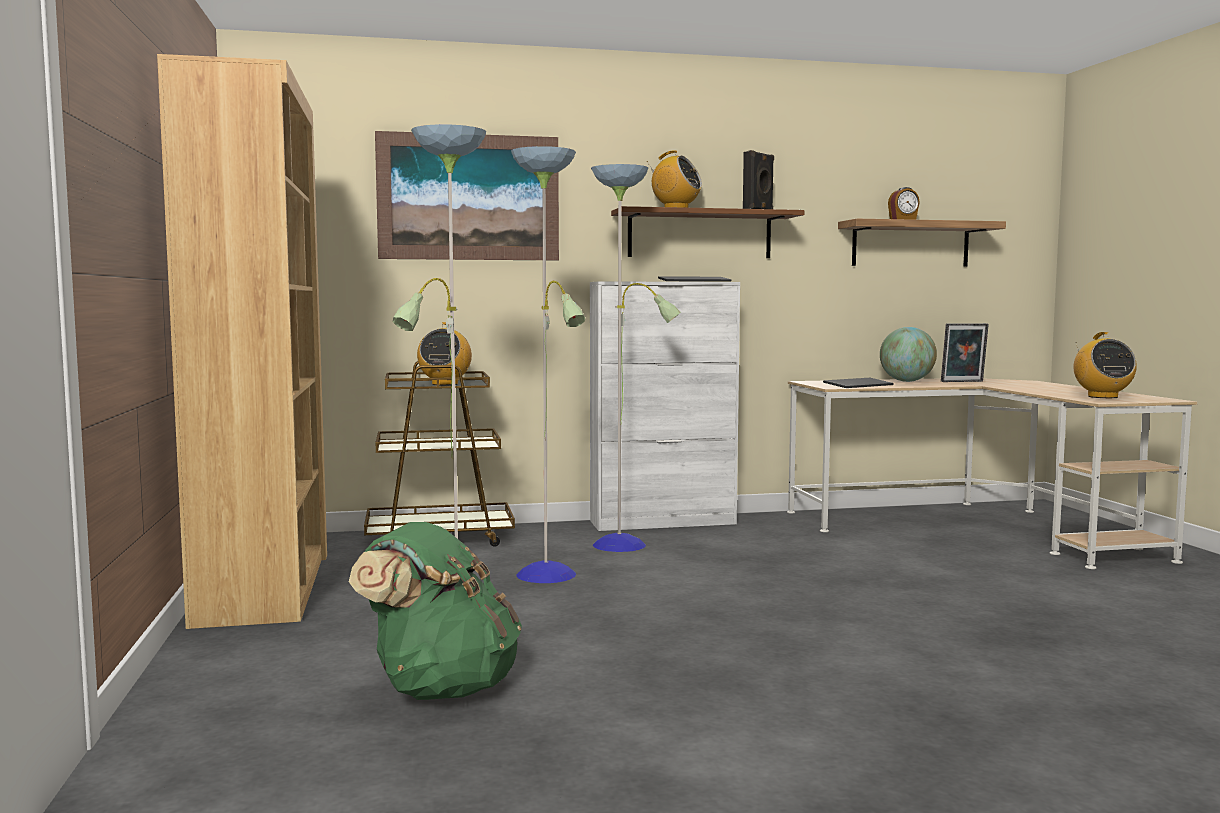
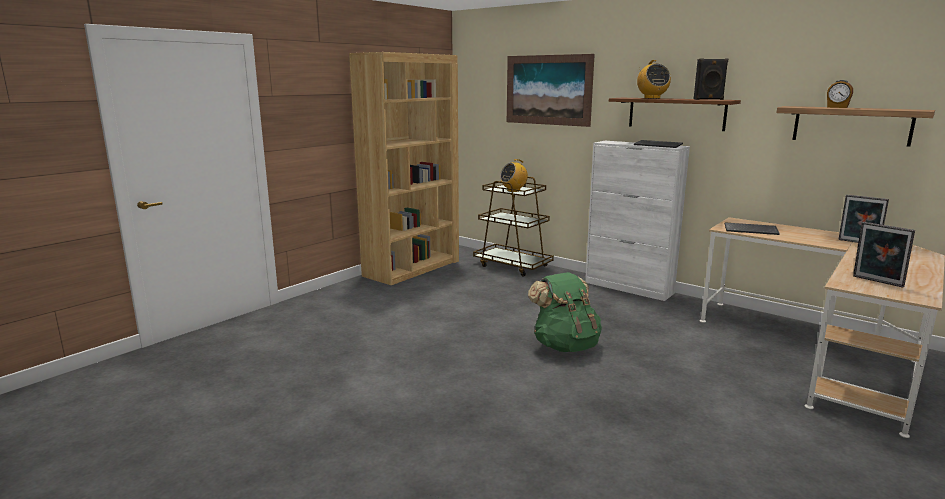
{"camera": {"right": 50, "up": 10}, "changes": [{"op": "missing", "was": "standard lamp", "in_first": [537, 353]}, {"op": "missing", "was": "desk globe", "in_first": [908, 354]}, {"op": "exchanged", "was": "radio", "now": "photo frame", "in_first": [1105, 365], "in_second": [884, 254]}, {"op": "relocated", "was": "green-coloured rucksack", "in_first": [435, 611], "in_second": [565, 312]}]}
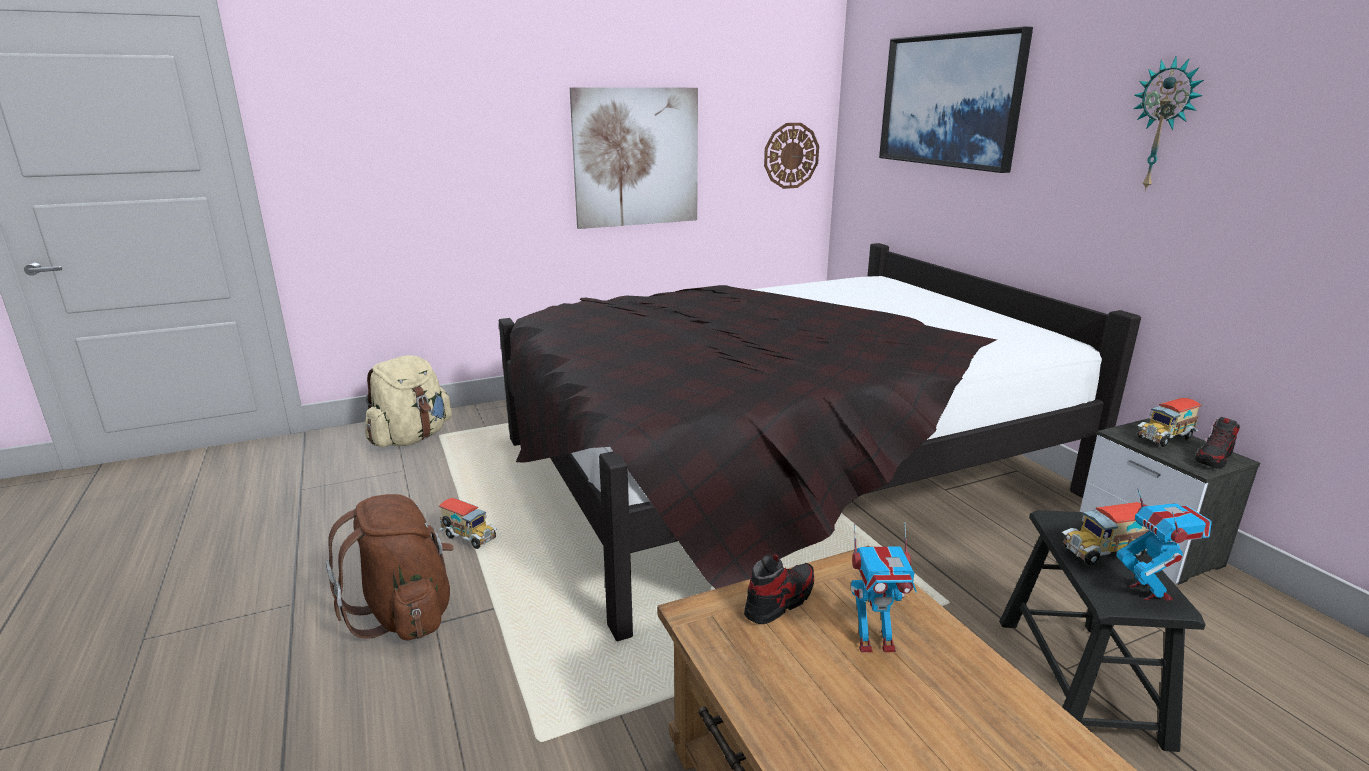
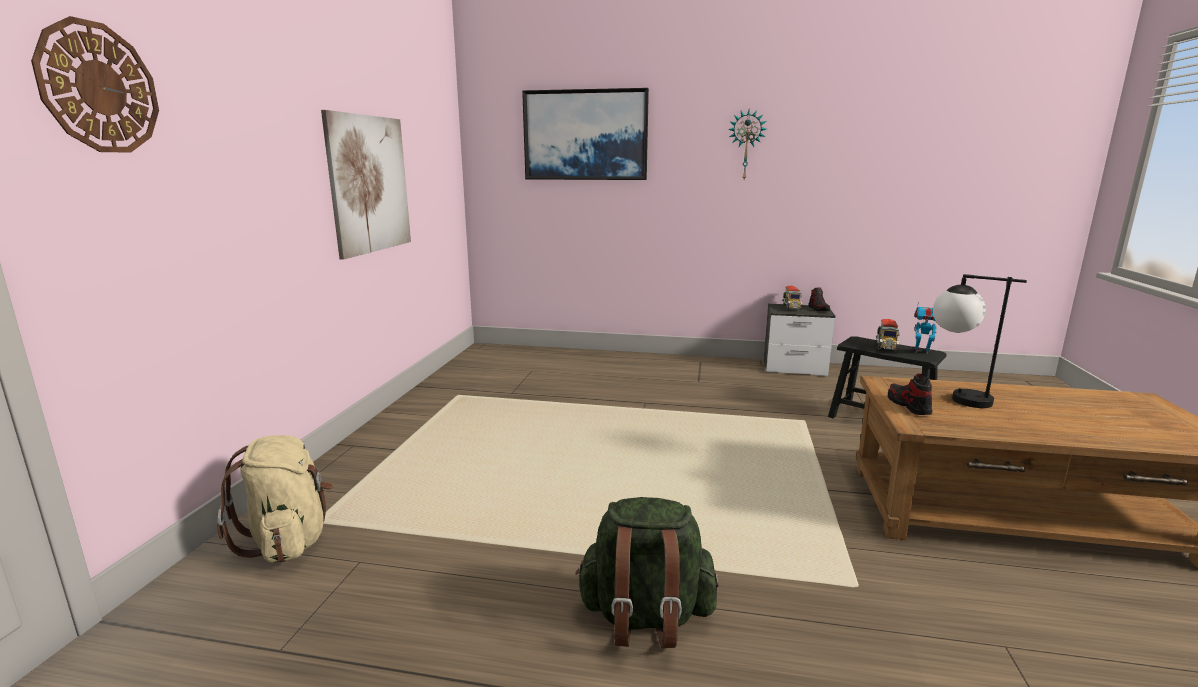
{"camera": {"right": -55, "up": -5}, "changes": [{"op": "relocated", "was": "hanging clock", "in_first": [791, 156], "in_second": [95, 84]}, {"op": "missing", "was": "black sleeping bed", "in_first": [820, 442]}, {"op": "colour", "was": "brown-coloured rucksack", "now": "green-coloured rucksack", "in_first": [390, 567], "in_second": [647, 572]}, {"op": "missing", "was": "toy truck", "in_first": [468, 523]}, {"op": "exchanged", "was": "model robot", "now": "lamp for a table", "in_first": [884, 587], "in_second": [980, 341]}]}
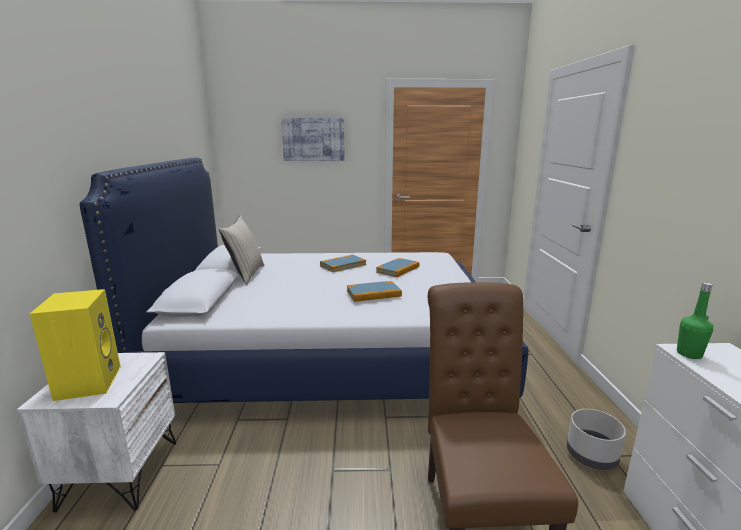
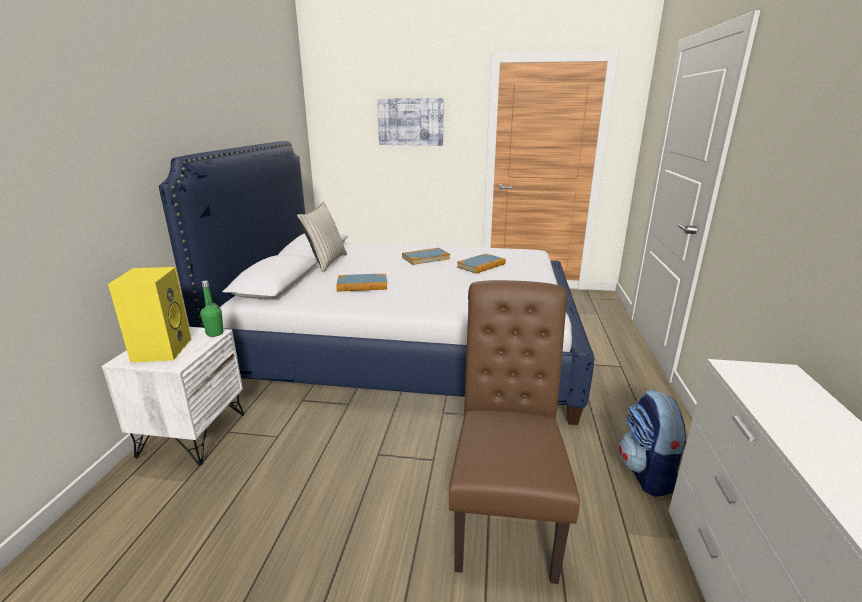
{"camera": {"right": 10, "up": 5}, "changes": [{"op": "relocated", "was": "book", "in_first": [374, 291], "in_second": [361, 283]}, {"op": "relocated", "was": "green-coloured drink bottle", "in_first": [695, 320], "in_second": [211, 308]}, {"op": "exchanged", "was": "gray plant pot", "now": "rucksack", "in_first": [596, 439], "in_second": [652, 443]}]}
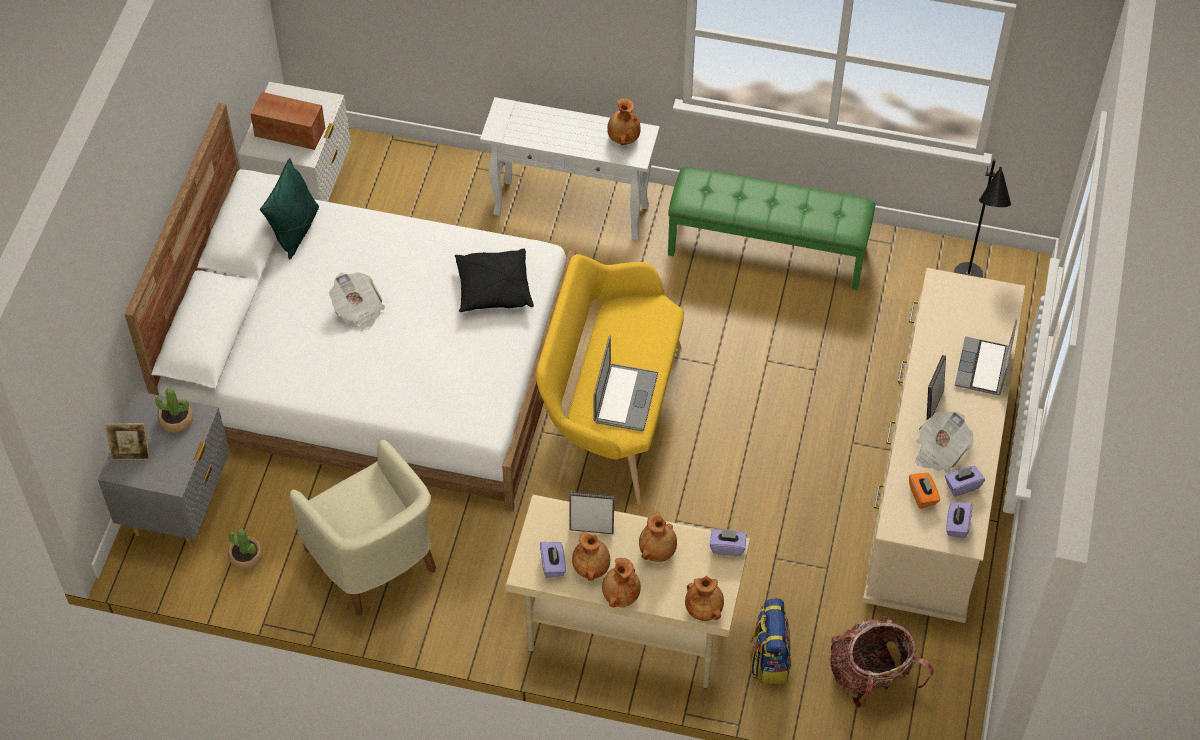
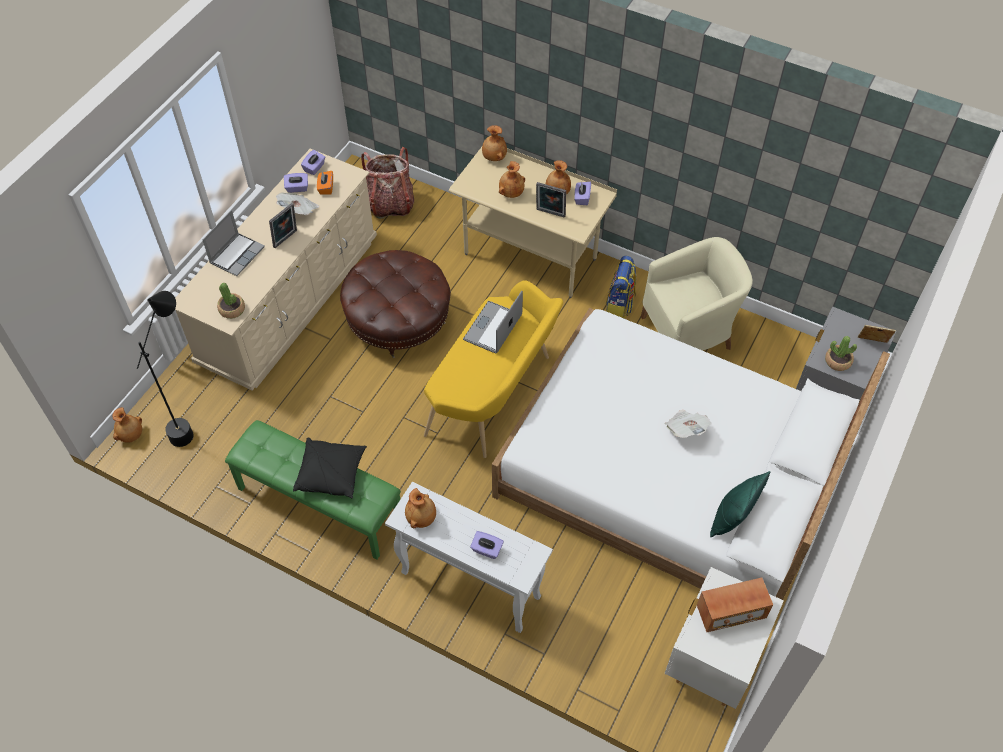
{"camera": {"right": -165, "up": 0}, "changes": [{"op": "spun", "was": "radio", "in_first": [287, 121], "in_second": [735, 605], "clockwise": -45}, {"op": "relocated", "was": "black pillow", "in_first": [494, 280], "in_second": [330, 468]}, {"op": "spun", "was": "beige-coloured lounge chair", "in_first": [363, 528], "in_second": [697, 294], "clockwise": 90}, {"op": "relocated", "was": "houseplant", "in_first": [245, 549], "in_second": [231, 301]}, {"op": "relocated", "was": "purple-coloured box of tissues", "in_first": [728, 542], "in_second": [487, 545]}, {"op": "relocated", "was": "brown-coloured decorative vase", "in_first": [621, 583], "in_second": [127, 425]}, {"op": "relocated", "was": "rucksack", "in_first": [771, 641], "in_second": [621, 287]}, {"op": "appeared", "now": "brown-coloured footrest", "in_second": [395, 304]}]}
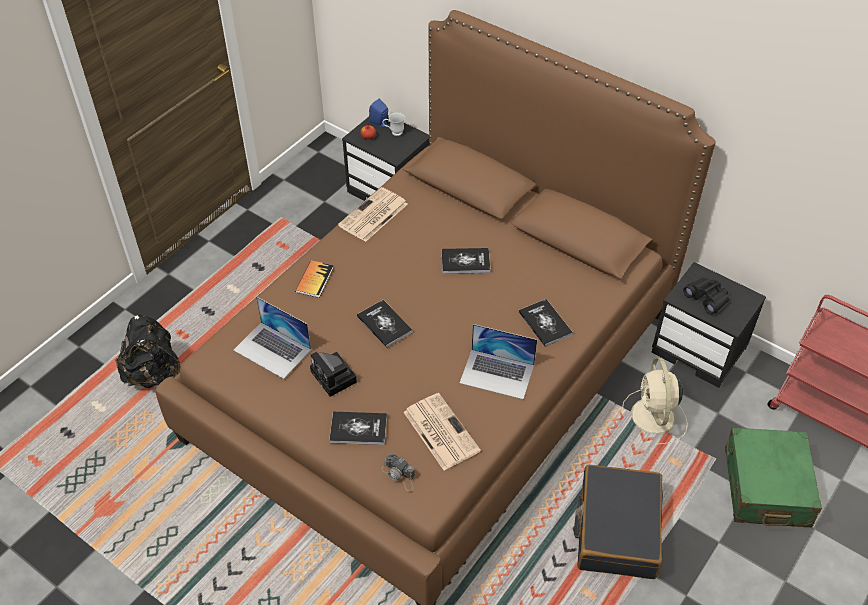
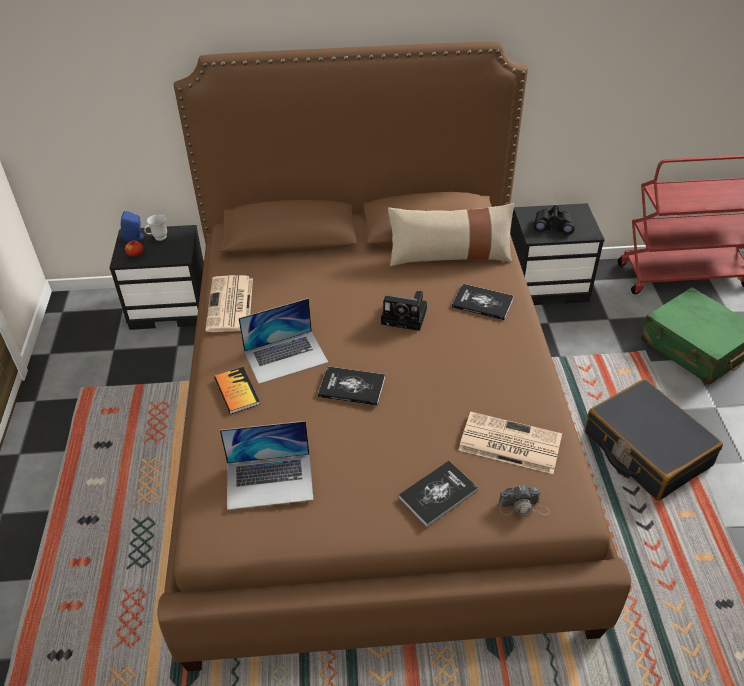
{"camera": {"right": -40, "up": -5}, "changes": [{"op": "missing", "was": "book", "in_first": [465, 261]}, {"op": "missing", "was": "black rucksack", "in_first": [148, 351]}, {"op": "relocated", "was": "laptop", "in_first": [498, 361], "in_second": [283, 341]}, {"op": "relocated", "was": "photo camera", "in_first": [333, 374], "in_second": [404, 311]}, {"op": "missing", "was": "beige-coloured electric fan", "in_first": [654, 401]}, {"op": "appeared", "now": "beige-coloured pillow", "in_second": [451, 234]}]}
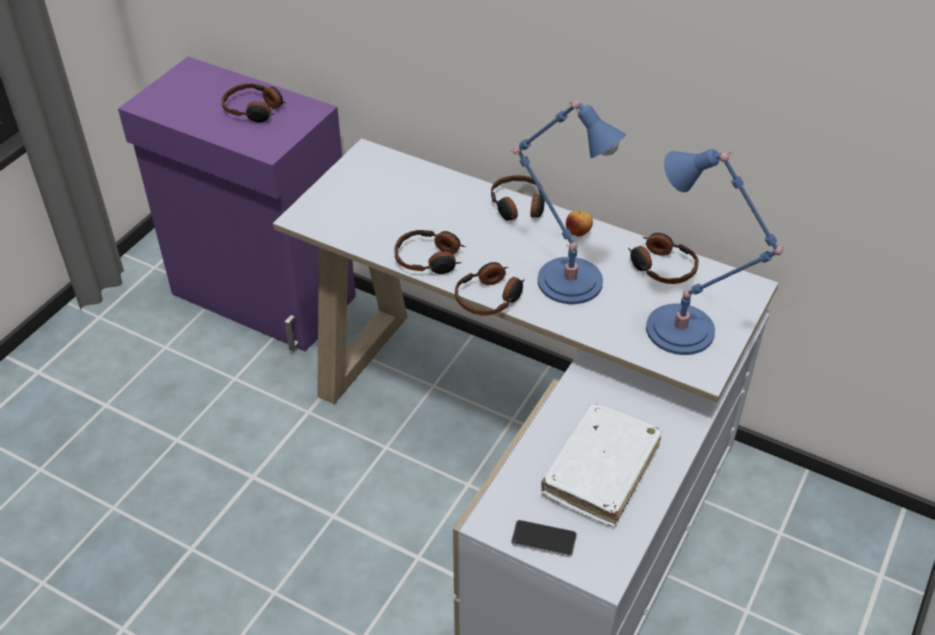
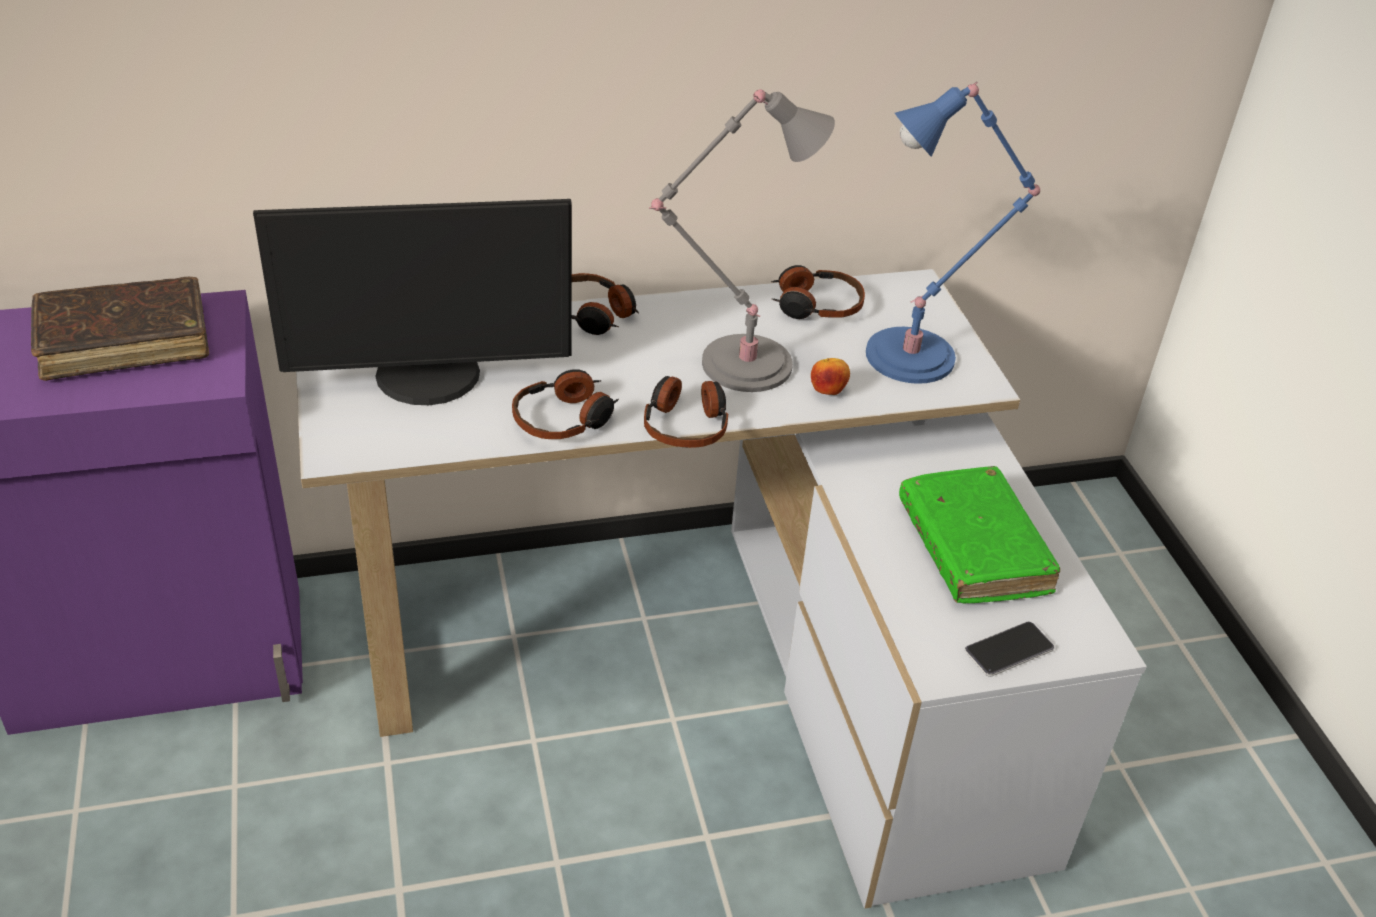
{"camera": {"right": -45, "up": -5}, "changes": [{"op": "exchanged", "was": "headset", "now": "brown-coloured book", "in_first": [254, 103], "in_second": [120, 329]}, {"op": "colour", "was": "bluish lamp for a table", "now": "gray lamp for a table", "in_first": [567, 201], "in_second": [742, 241]}, {"op": "relocated", "was": "apple", "in_first": [579, 224], "in_second": [830, 376]}, {"op": "colour", "was": "whitish book", "now": "green-coloured book", "in_first": [601, 465], "in_second": [979, 534]}, {"op": "appeared", "now": "computer display", "in_second": [412, 302]}]}
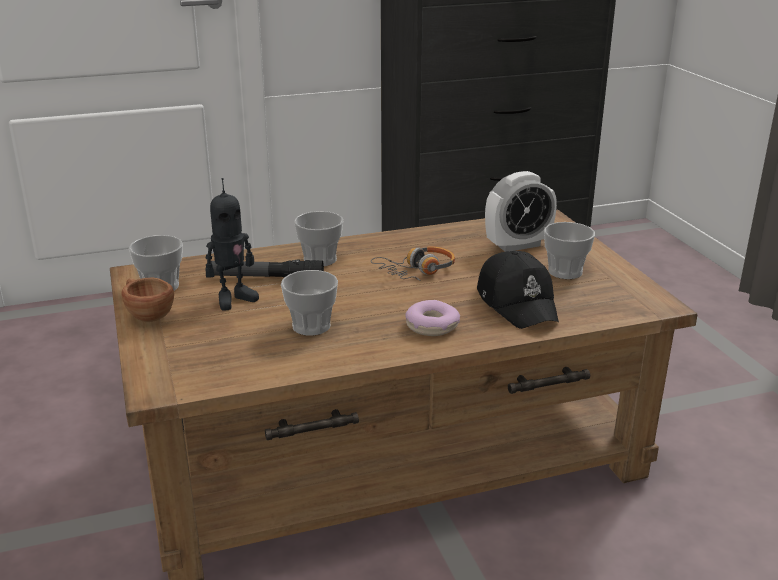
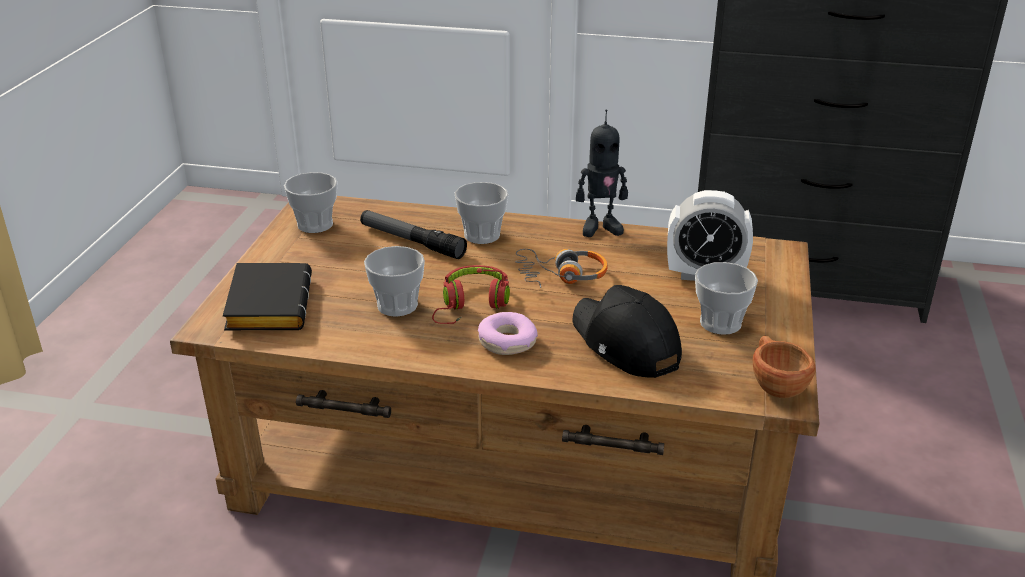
{"camera": {"right": 30, "up": 5}, "changes": [{"op": "relocated", "was": "model robot", "in_first": [232, 244], "in_second": [602, 173]}, {"op": "spun", "was": "black peaked cap", "in_first": [518, 290], "in_second": [627, 331], "clockwise": 135}, {"op": "relocated", "was": "brown-coloured drinking cup", "in_first": [147, 299], "in_second": [784, 366]}, {"op": "appeared", "now": "black book", "in_second": [267, 296]}, {"op": "appeared", "now": "reddish headset", "in_second": [471, 294]}]}
